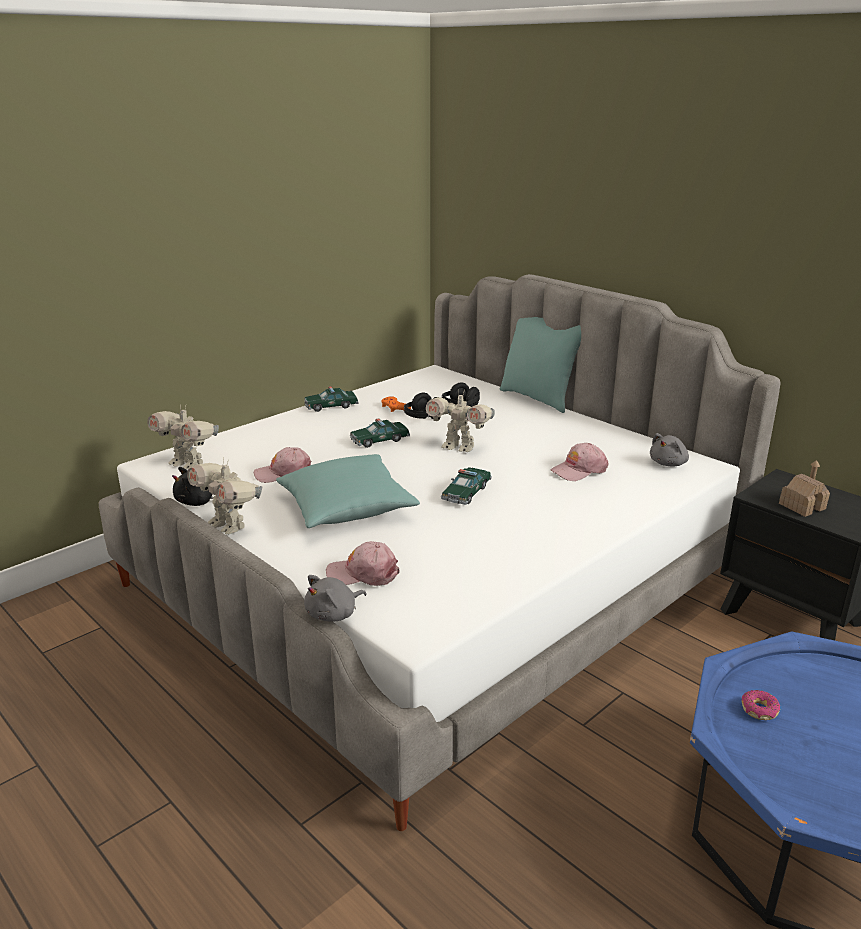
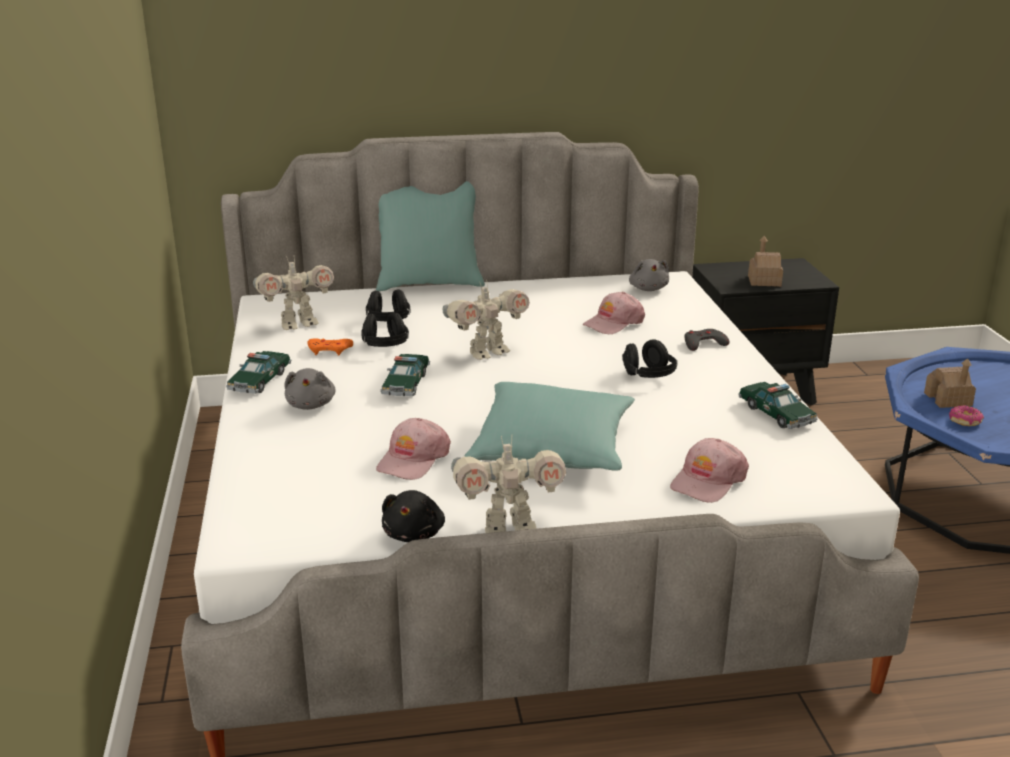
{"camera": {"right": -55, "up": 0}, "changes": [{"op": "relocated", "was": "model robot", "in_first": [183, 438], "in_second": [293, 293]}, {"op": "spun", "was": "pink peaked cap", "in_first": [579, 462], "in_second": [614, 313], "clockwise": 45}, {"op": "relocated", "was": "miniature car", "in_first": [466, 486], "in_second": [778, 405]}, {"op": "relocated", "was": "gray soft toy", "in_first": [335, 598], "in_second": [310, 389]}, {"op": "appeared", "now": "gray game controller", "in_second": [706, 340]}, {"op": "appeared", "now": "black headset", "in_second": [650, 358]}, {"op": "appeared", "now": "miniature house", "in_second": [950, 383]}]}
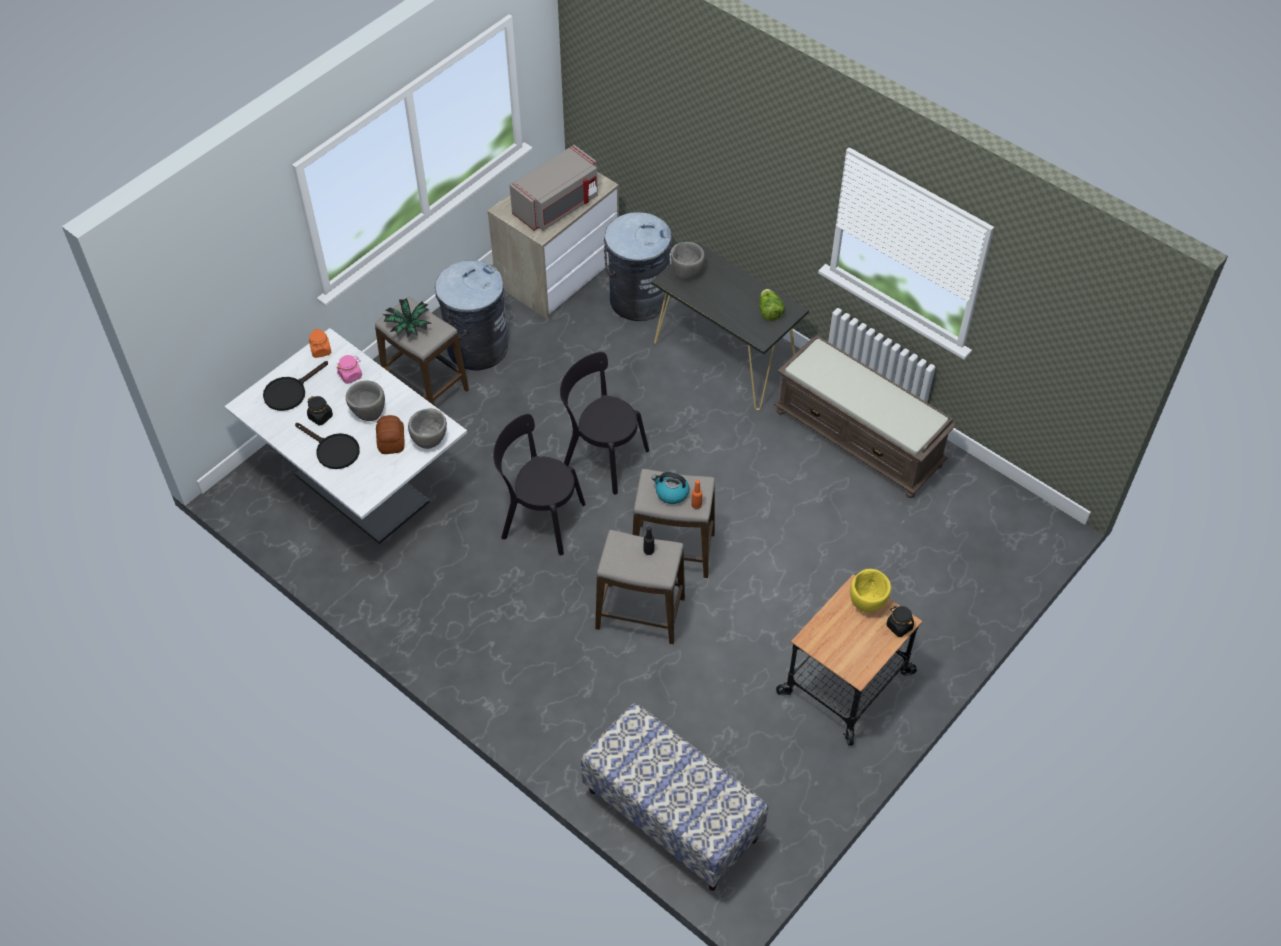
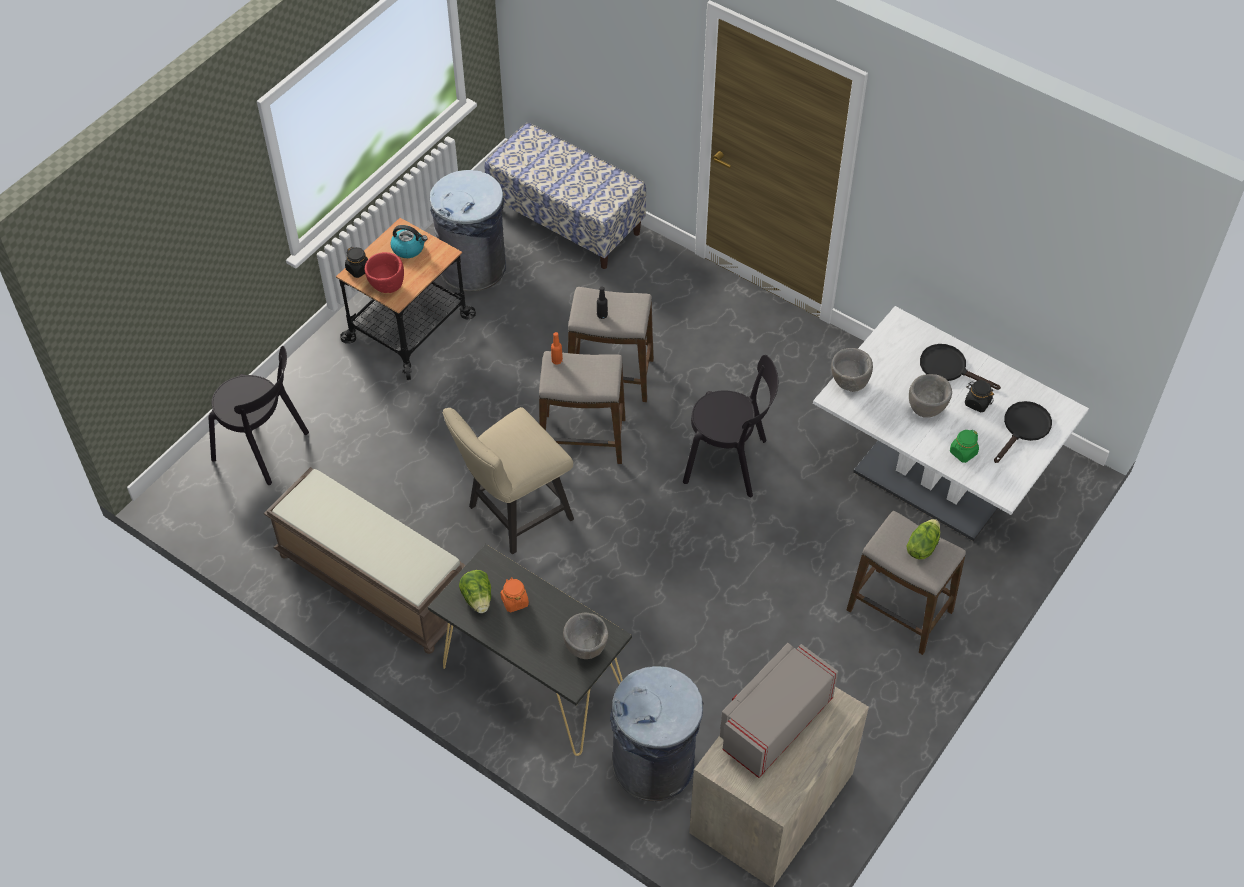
{"camera": {"right": 175, "up": 0}, "changes": [{"op": "relocated", "was": "gray trash can", "in_first": [472, 315], "in_second": [468, 231]}, {"op": "exchanged", "was": "houseplant", "now": "head of lettuce", "in_first": [407, 317], "in_second": [923, 539]}, {"op": "relocated", "was": "orange-coloured jar", "in_first": [320, 343], "in_second": [515, 594]}, {"op": "relocated", "was": "black upright chair", "in_first": [604, 423], "in_second": [258, 415]}, {"op": "colour", "was": "pink jar", "now": "green-coloured jar", "in_first": [349, 369], "in_second": [964, 446]}, {"op": "missing", "was": "bakery bread", "in_first": [390, 434]}, {"op": "relocated", "was": "water kettle", "in_first": [670, 488], "in_second": [409, 241]}, {"op": "colour", "was": "yellow-coloured deep dish", "now": "reddish deep dish", "in_first": [870, 590], "in_second": [384, 272]}, {"op": "appeared", "now": "beige-coloured upright chair", "in_second": [508, 480]}]}
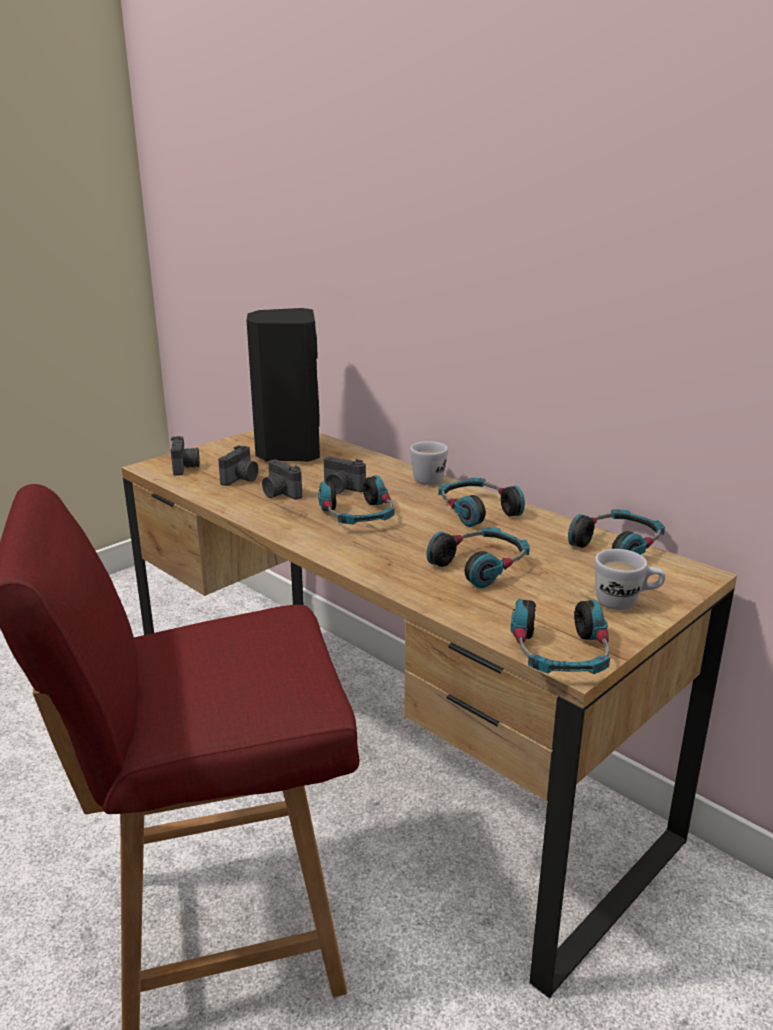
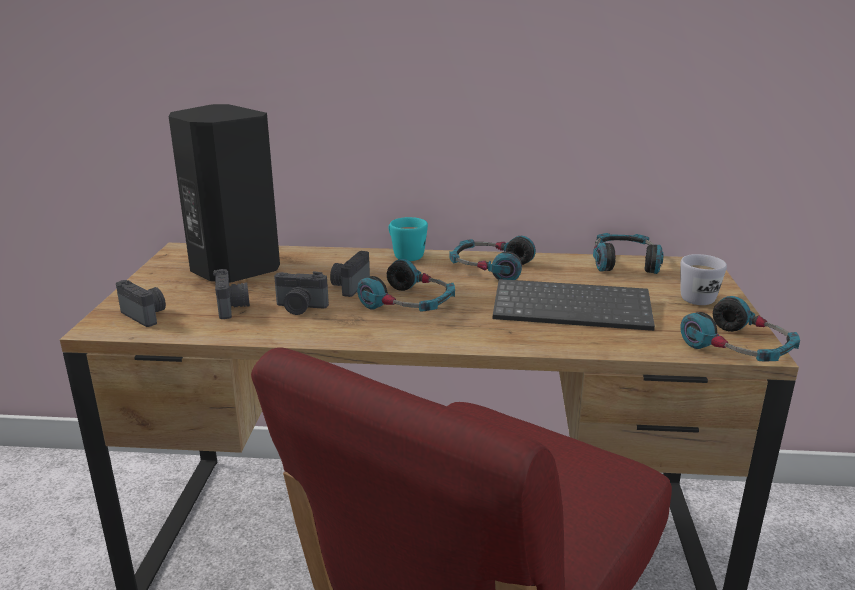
{"camera": {"right": -40, "up": 0}, "changes": [{"op": "colour", "was": "whitish mug", "now": "turquoise-coloured mug", "in_first": [429, 463], "in_second": [408, 239]}, {"op": "spun", "was": "photo camera", "in_first": [345, 475], "in_second": [350, 274], "clockwise": 120}, {"op": "exchanged", "was": "headset", "now": "computer keyboard", "in_first": [478, 557], "in_second": [574, 305]}]}
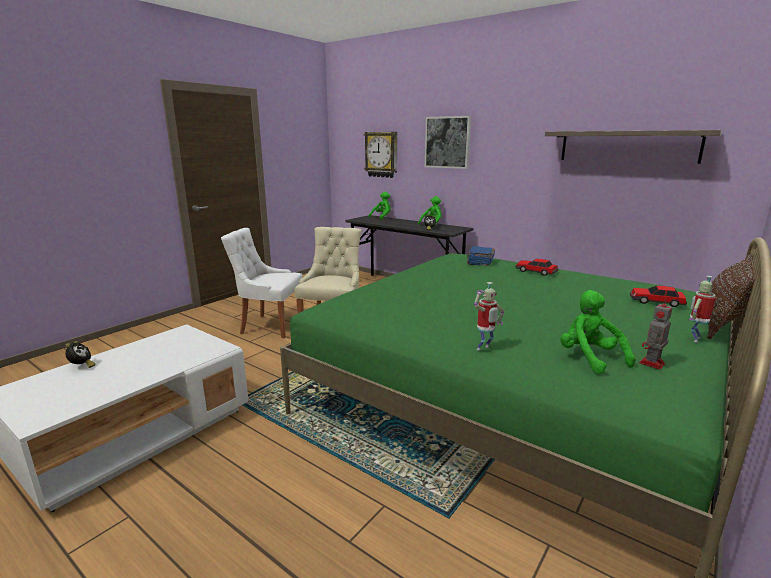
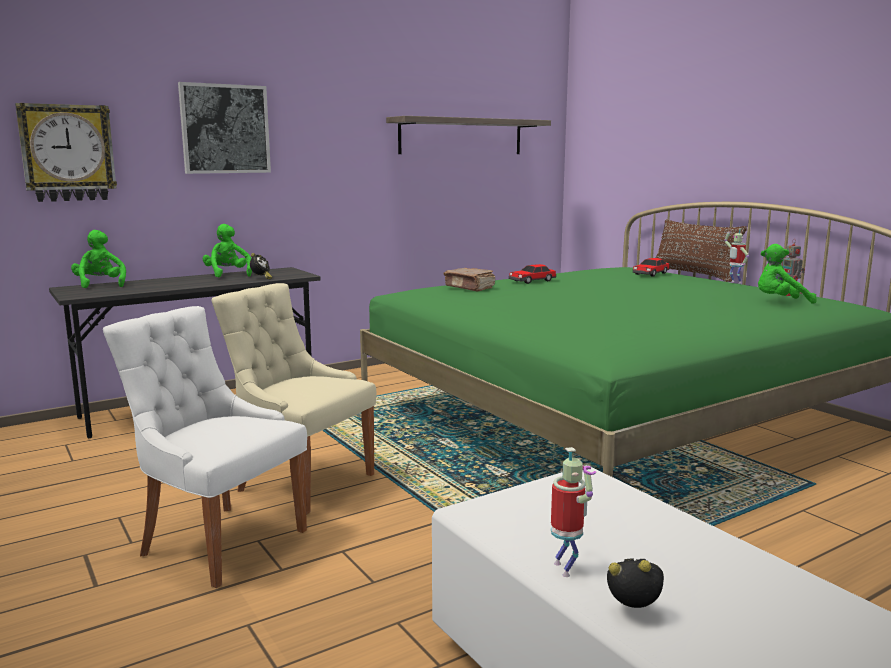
{"camera": {"right": -70, "up": -5}, "changes": [{"op": "spun", "was": "whitish upright chair", "in_first": [262, 283], "in_second": [205, 447], "clockwise": 90}, {"op": "colour", "was": "bluish book", "now": "brown-coloured book", "in_first": [481, 256], "in_second": [469, 280]}, {"op": "relocated", "was": "model robot", "in_first": [489, 316], "in_second": [573, 512]}]}
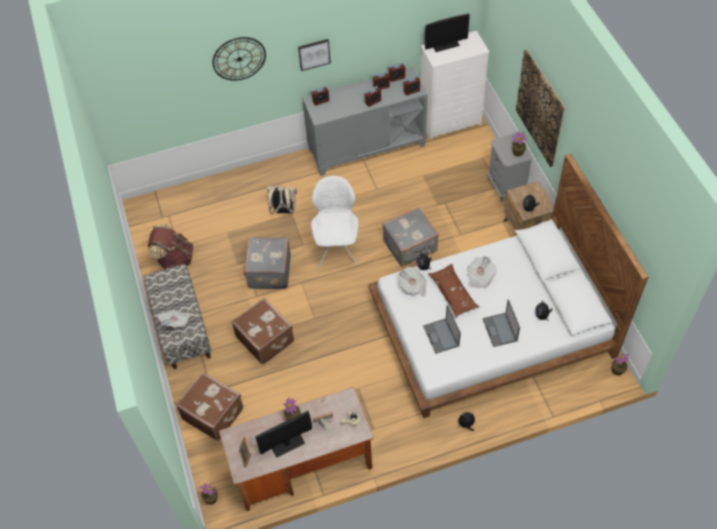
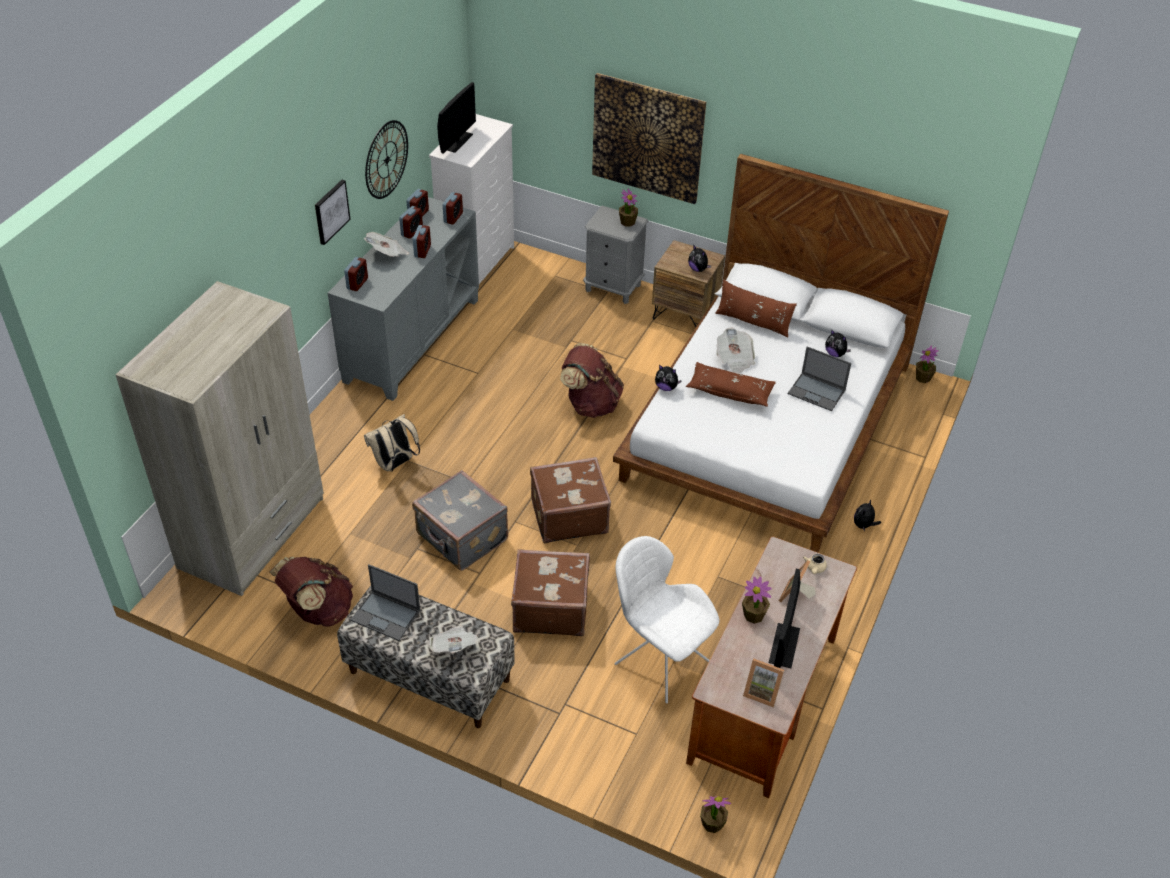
{"camera": {"right": -50, "up": -10}, "changes": [{"op": "relocated", "was": "hanging clock", "in_first": [239, 59], "in_second": [386, 159]}, {"op": "relocated", "was": "whitish upright chair", "in_first": [335, 221], "in_second": [667, 619]}, {"op": "exchanged", "was": "gray piece of luggage", "now": "brown-coloured rucksack", "in_first": [410, 237], "in_second": [592, 380]}, {"op": "relocated", "was": "daily paper", "in_first": [413, 281], "in_second": [386, 244]}, {"op": "relocated", "was": "laptop", "in_first": [442, 329], "in_second": [385, 602]}, {"op": "relocated", "was": "brown-coloured piece of luggage", "in_first": [209, 406], "in_second": [570, 500]}, {"op": "appeared", "now": "brown-coloured pillow", "in_second": [756, 308]}, {"op": "appeared", "now": "beige-coloured clothes cupboard", "in_second": [220, 438]}]}
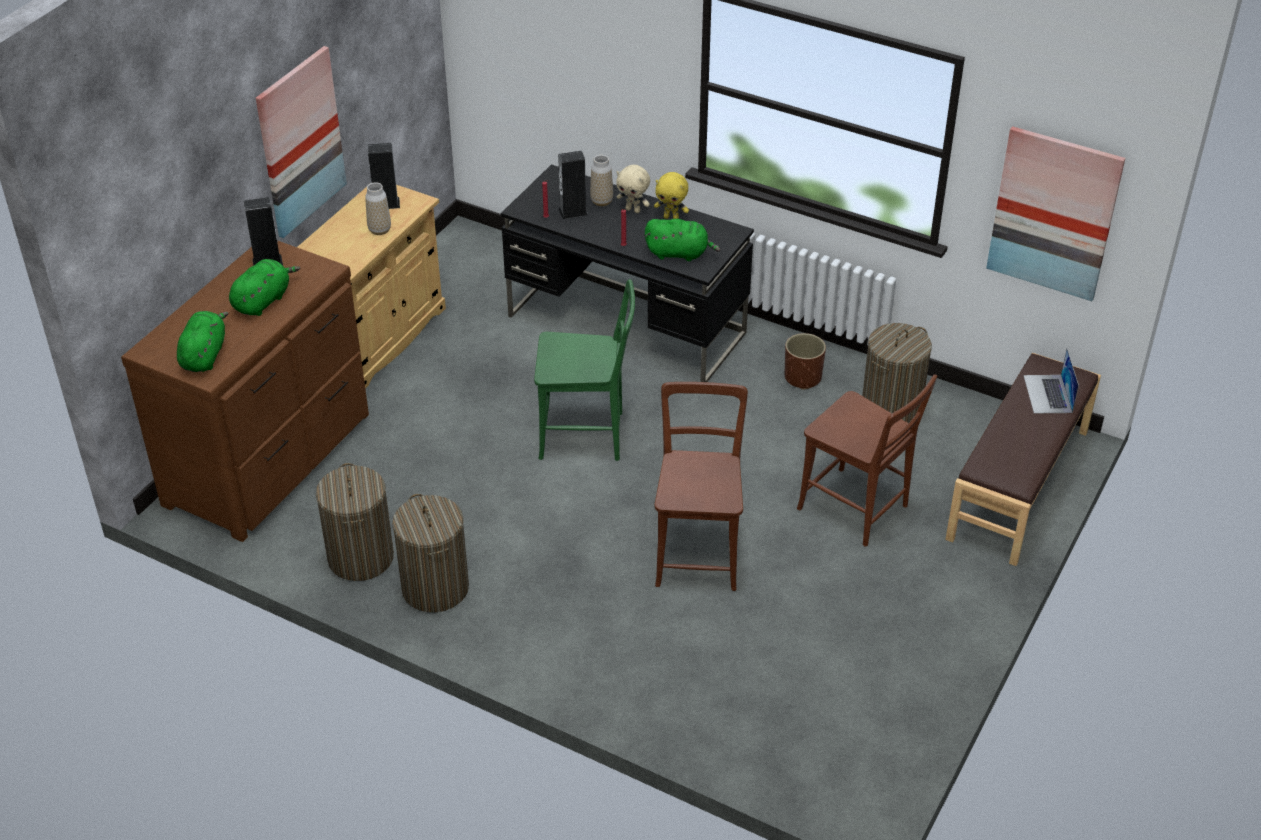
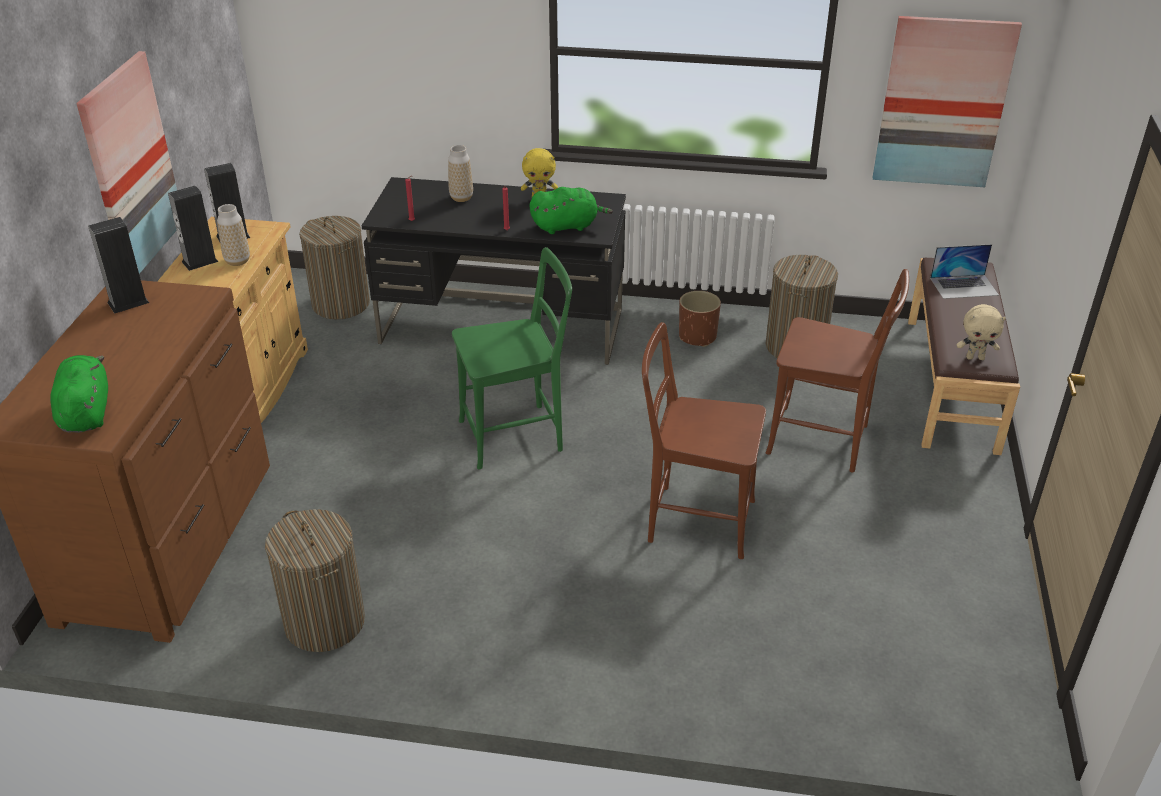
{"camera": {"right": -20, "up": -5}, "changes": [{"op": "relocated", "was": "speaker", "in_first": [573, 184], "in_second": [193, 228]}, {"op": "relocated", "was": "beige-coloured soft toy", "in_first": [633, 189], "in_second": [981, 332]}, {"op": "missing", "was": "green-coloured soft toy", "in_first": [264, 287]}, {"op": "spun", "was": "laptop", "in_first": [1051, 381], "in_second": [964, 271], "clockwise": -75}, {"op": "spun", "was": "brown-coloured upright chair", "in_first": [701, 486], "in_second": [704, 440], "clockwise": -60}, {"op": "relocated", "was": "laundry basket", "in_first": [430, 553], "in_second": [334, 267]}]}
